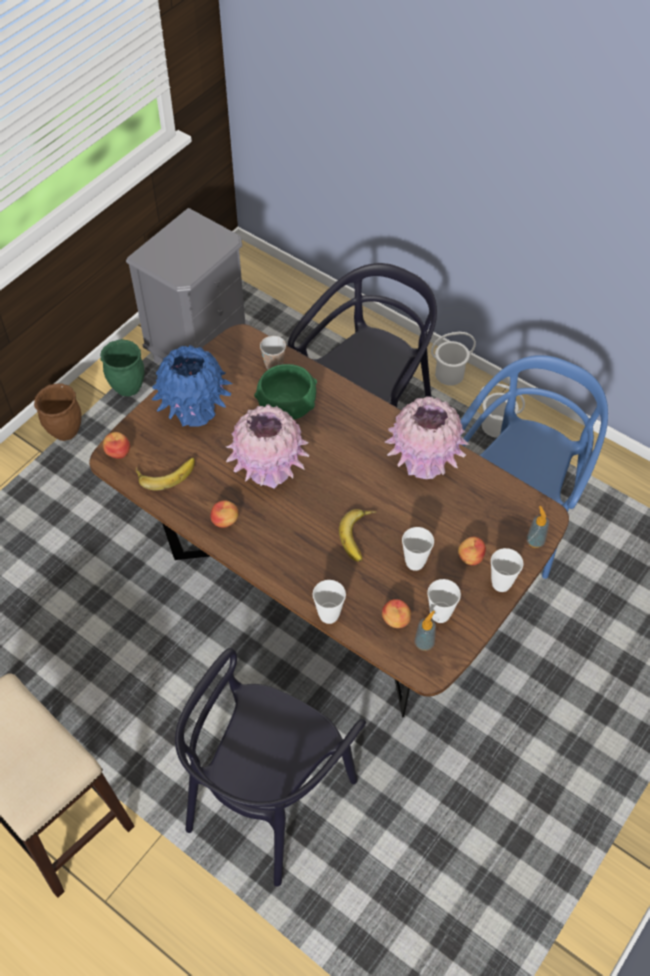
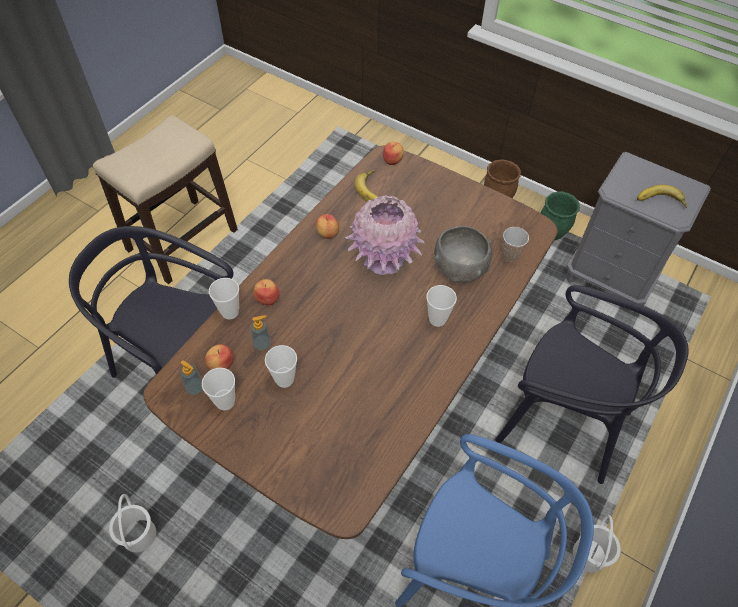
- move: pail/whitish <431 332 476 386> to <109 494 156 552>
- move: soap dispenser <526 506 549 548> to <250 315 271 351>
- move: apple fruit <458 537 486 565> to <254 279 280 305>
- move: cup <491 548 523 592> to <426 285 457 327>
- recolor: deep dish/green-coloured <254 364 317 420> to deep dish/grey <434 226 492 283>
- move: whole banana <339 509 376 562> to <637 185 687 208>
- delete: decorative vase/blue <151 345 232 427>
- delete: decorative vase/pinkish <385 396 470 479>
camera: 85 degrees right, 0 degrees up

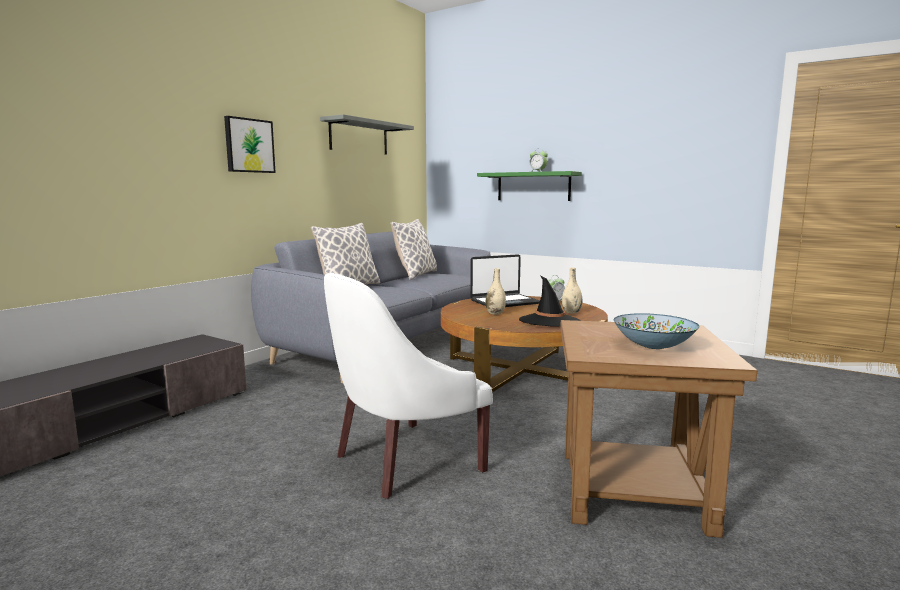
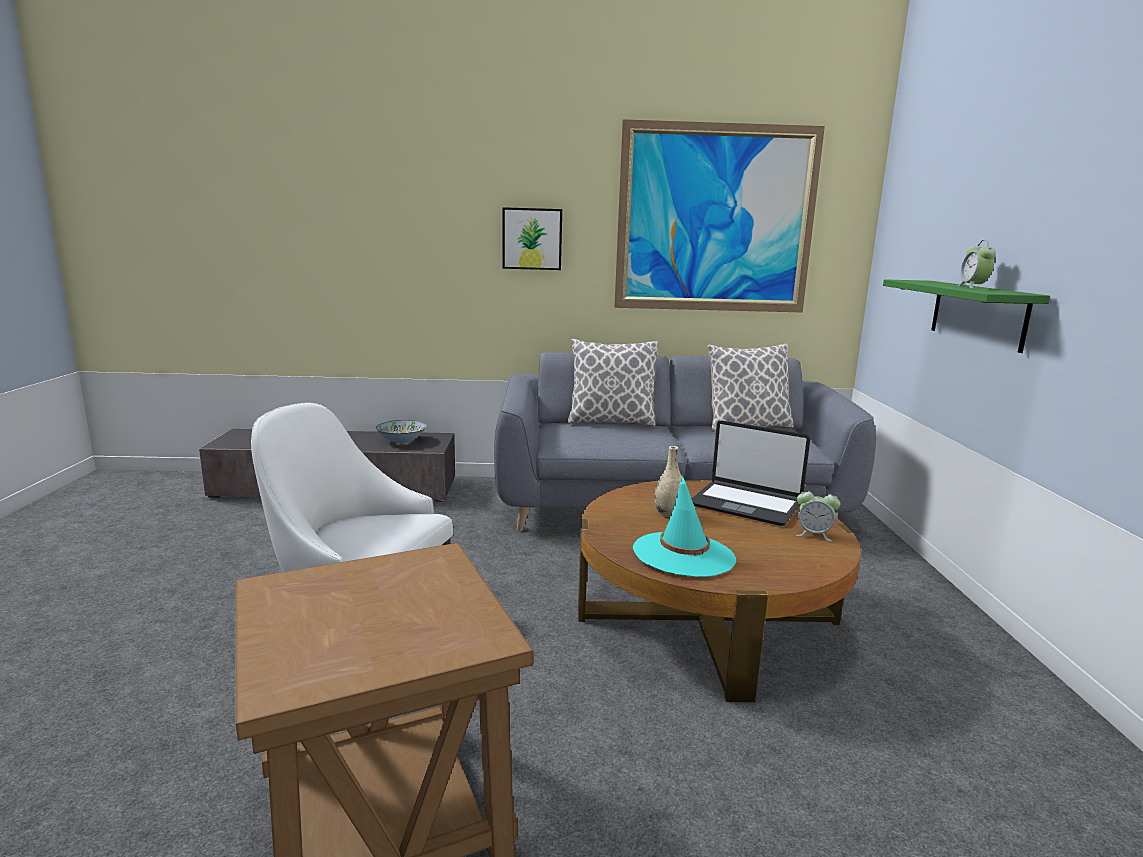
- move: deep dish <613 313 699 349> to <376 420 427 443>
- replace: wall shelf/grey <320 114 414 155> to picture <614 119 825 313>
- recolor: wearable hat/black-coloured <519 275 581 327> to wearable hat/blue-green <633 476 736 577>
- delete: decorative vase/beige-coloured <562 268 582 313>
camera: 55 degrees right, 5 degrees up

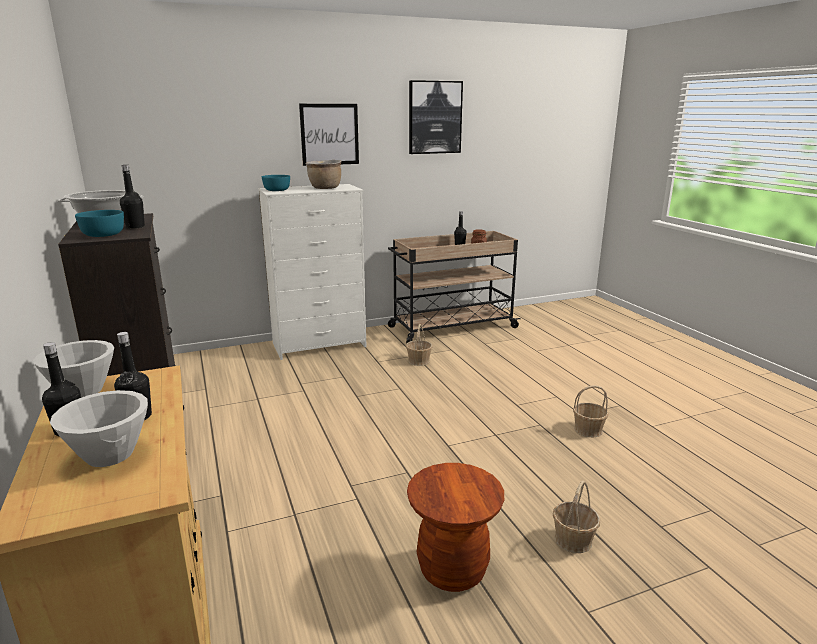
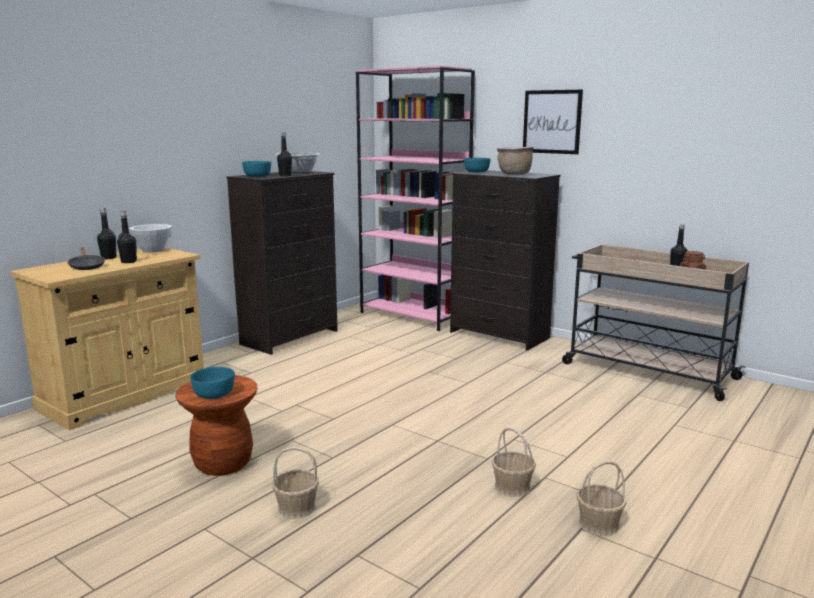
- replace: deep dish/whitish <50 390 148 467> to frying pan/black-coloured <67 247 105 270>
- insert: deep dish/blue-green <190 367 235 399>
- insert: shelving unit/pinkish <356 66 475 331>
- recolor: drawer chest/whitish <258 184 367 360> to drawer chest/black-coloured <450 170 560 351>
- move: household basket <406 324 433 366> to <576 461 626 536>
- delete: picture <409 80 463 154>
camera: 60 degrees right, 5 degrees down

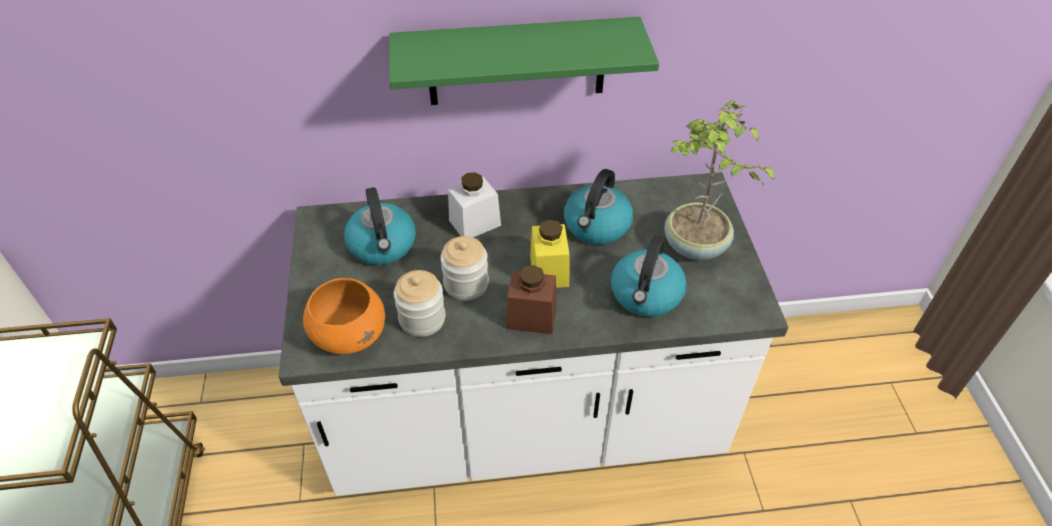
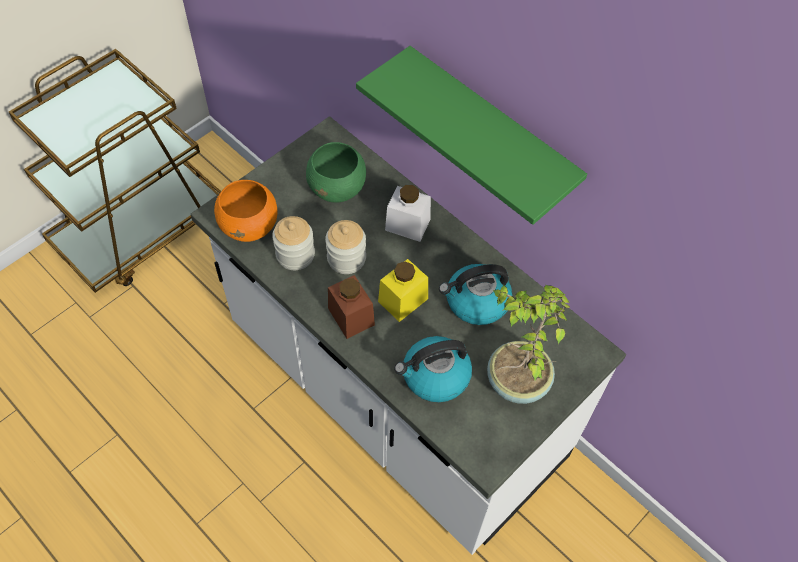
- replace: water kettle <344 187 416 265> to deep dish/green-coloured <306 142 366 202>
camera: 50 degrees right, 10 degrees up

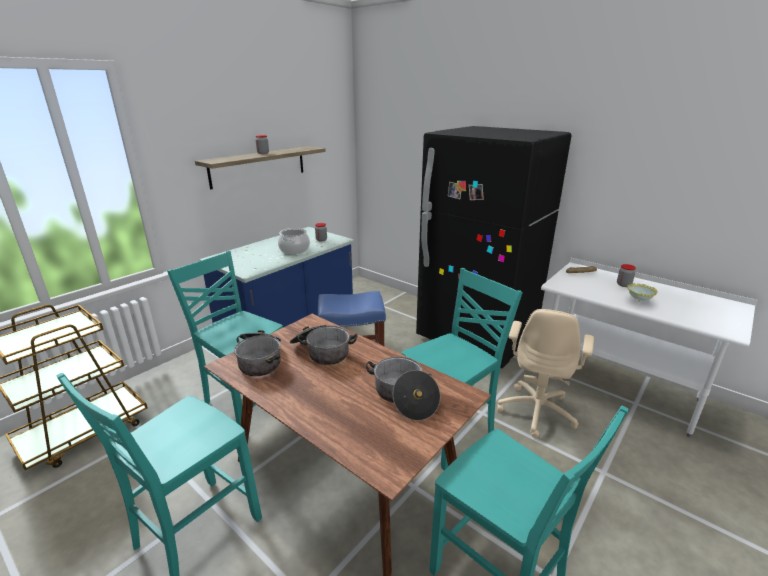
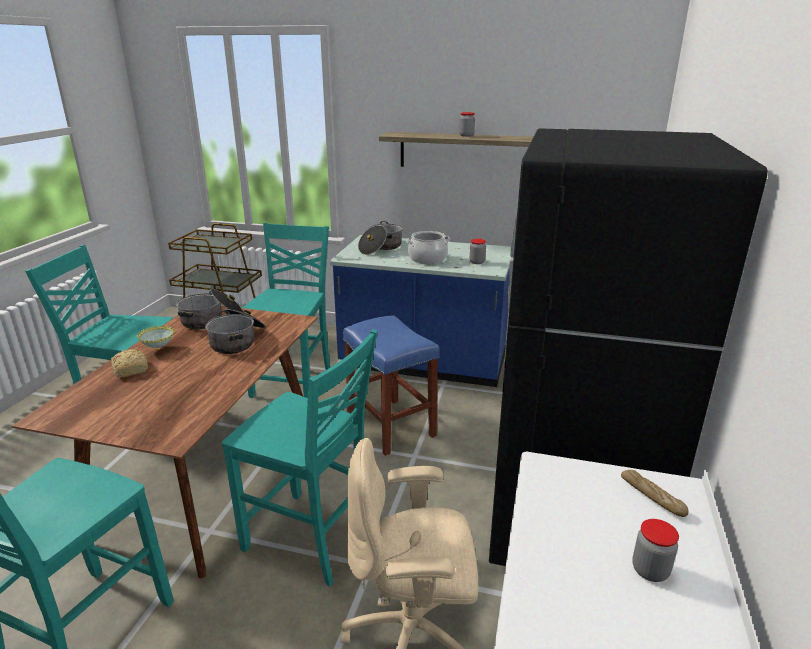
- insert: baked bread <111 349 148 378>
- move: deep dish <628 283 658 302> to <137 325 174 350>
- move: stockpot <366 356 440 421> to <358 221 403 255>
camera: 65 degrees right, 0 degrees up

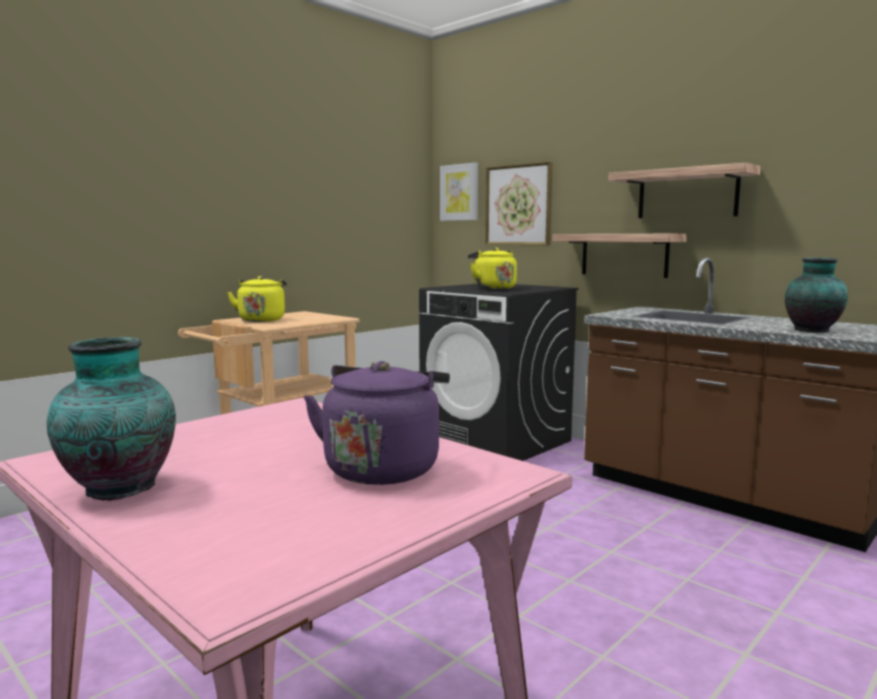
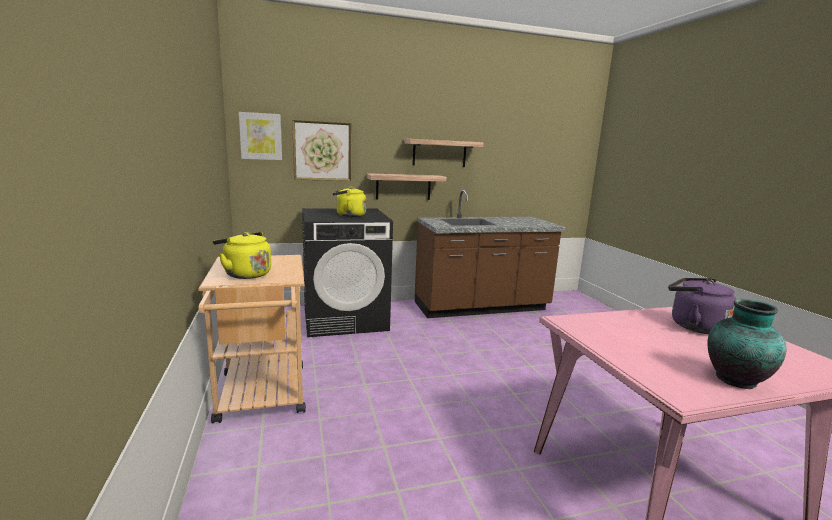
- delete: decorative vase <785 258 848 333>
camera: 60 degrees left, 5 degrees up

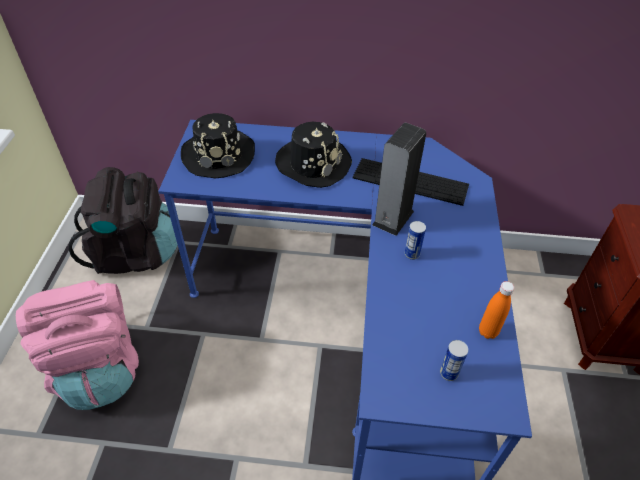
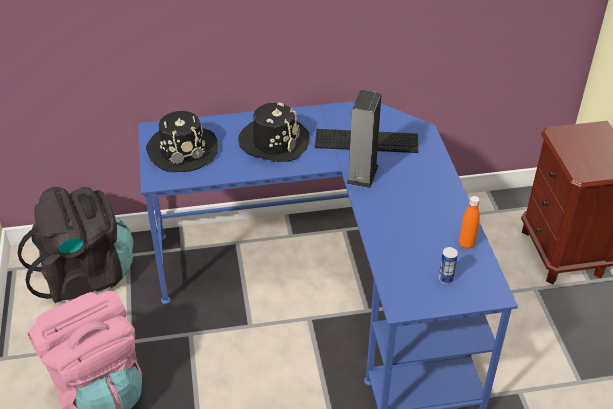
- delete: can <405 221 426 260>
camera: 15 degrees left, 5 degrees down

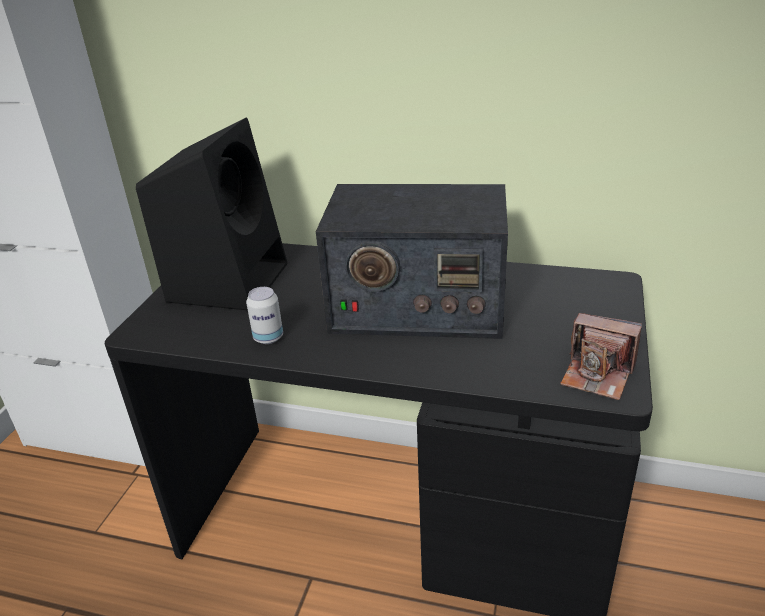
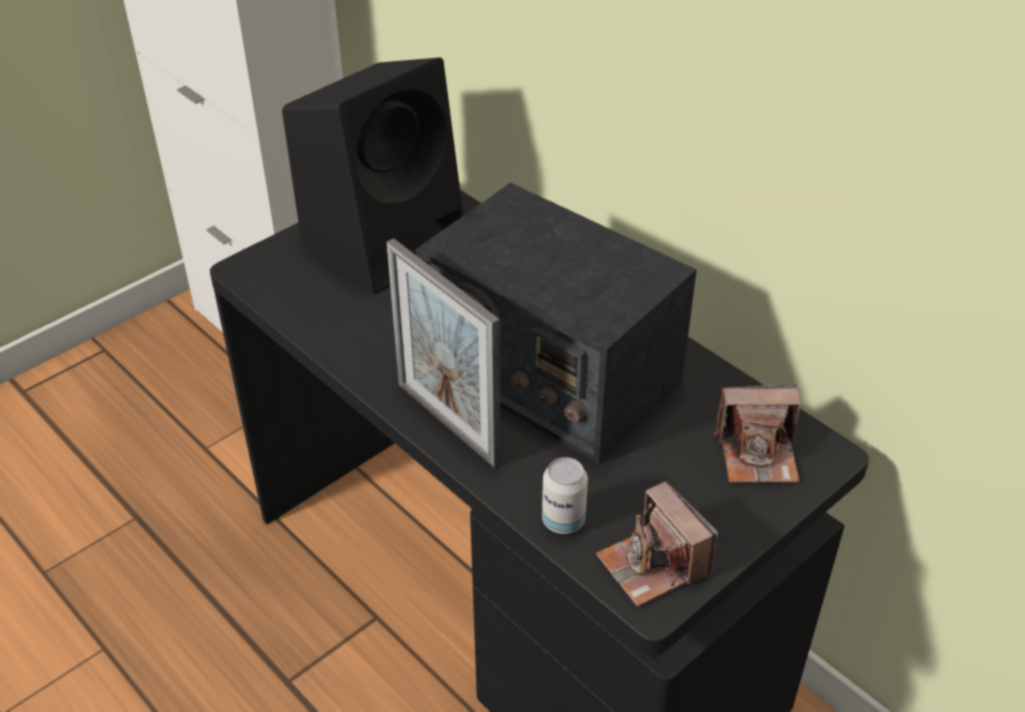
- insert: standing frame <386 238 501 468>
- move: can <246 287 283 344> to <542 457 588 534>
- insert: photo camera <714 384 801 483>
camera: 30 degrees right, 10 degrees up

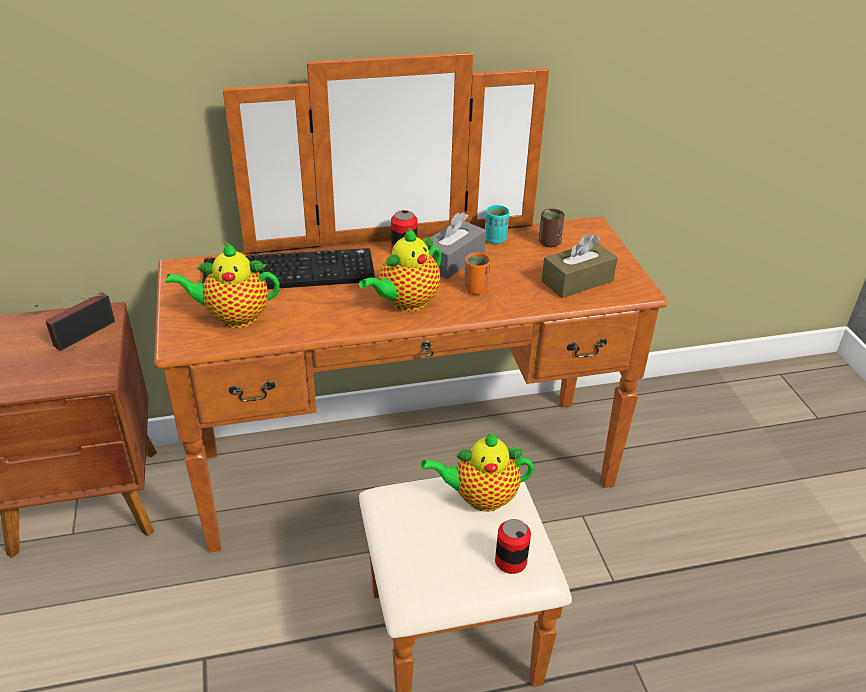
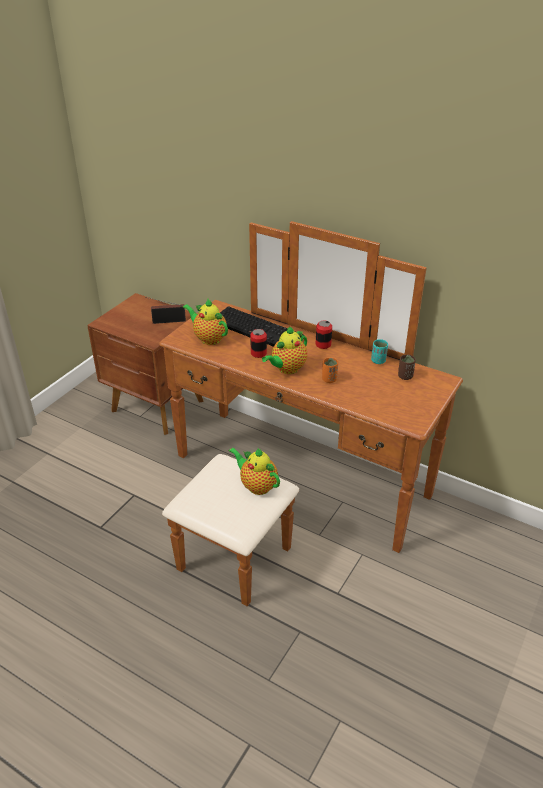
- move: can <495 519 531 574> to <250 329 267 358>
- rotate: pot for tea <359 228 442 312> = <262 326 307 374> 45 degrees counterclockwise
- delete: box of tissues/grey <429 212 486 279>
- delete: box of tissues/brown-coloured <541 234 618 298>
camera: 45 degrees right, 0 degrees up

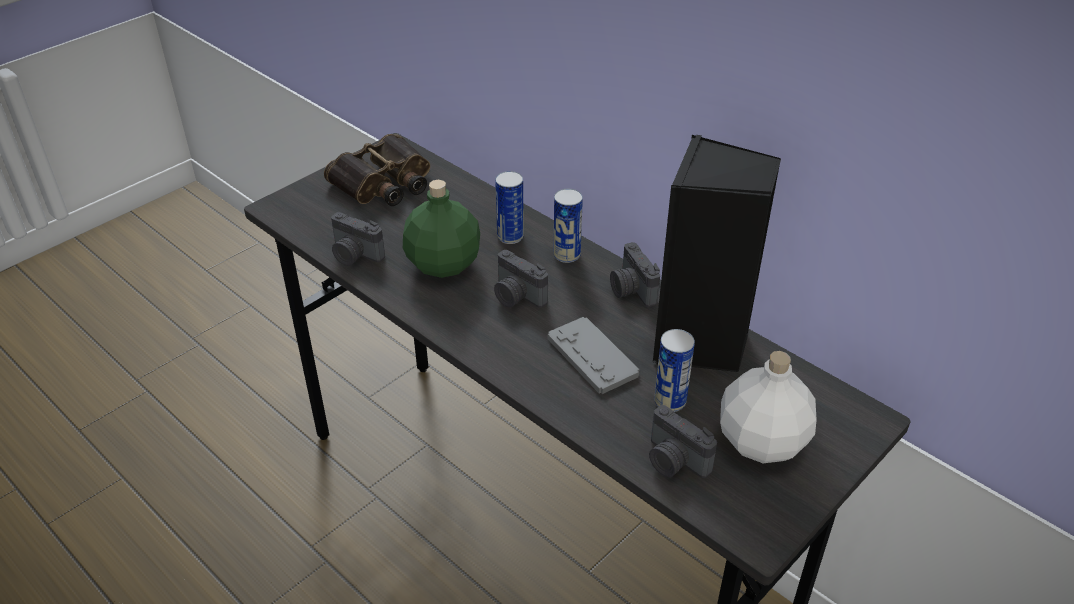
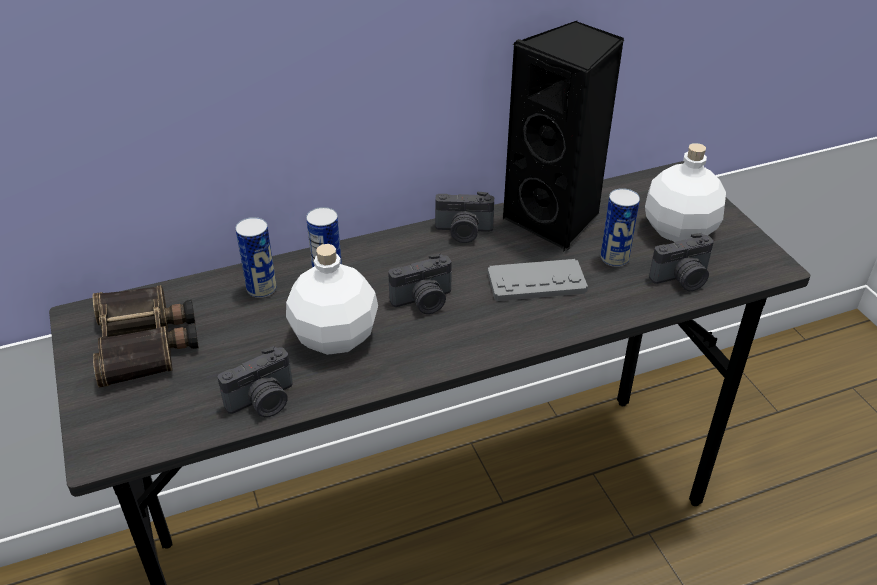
- move: can <553 189 583 263> to <235 217 277 298>
- recolor: beverage bottle/green-coloured <403 180 480 278> to beverage bottle/whitish <286 244 378 355>
camera: 65 degrees left, 0 degrees up

